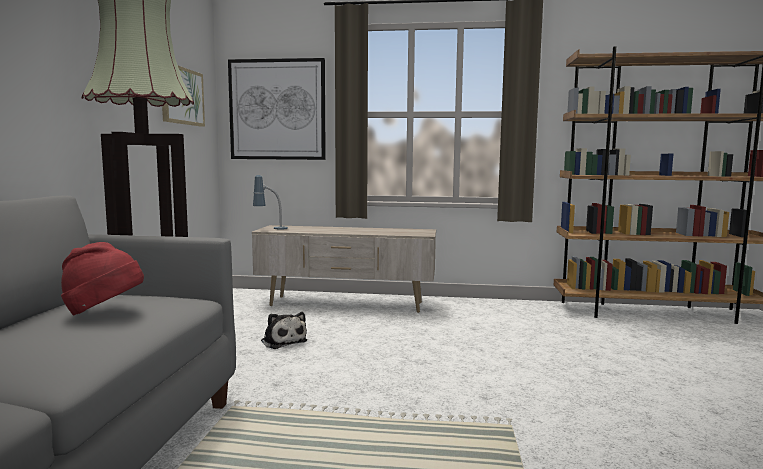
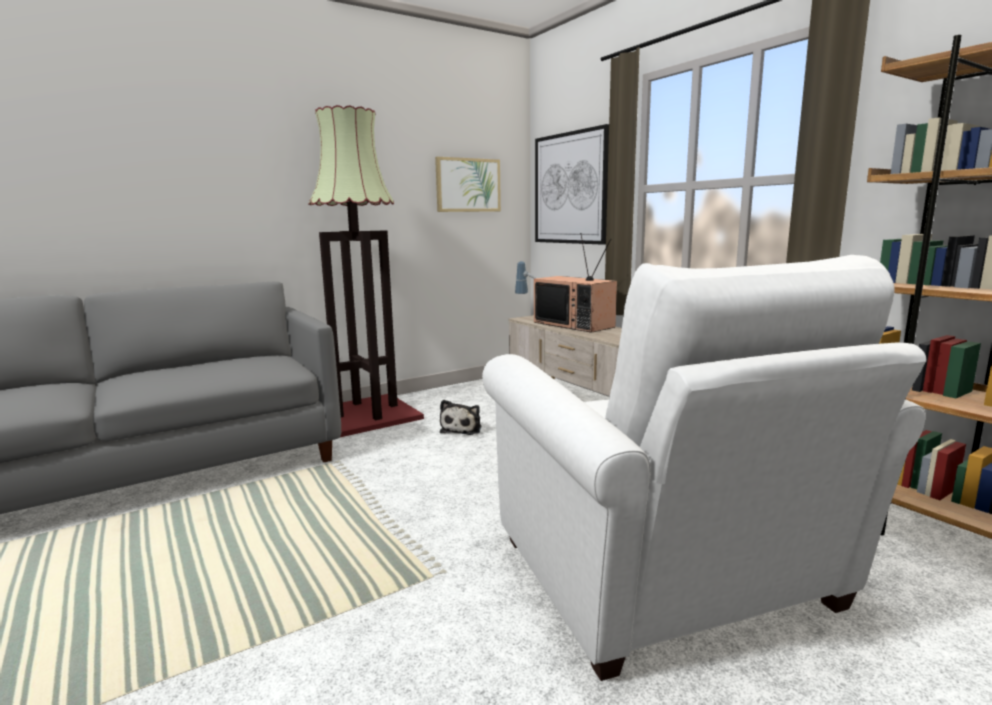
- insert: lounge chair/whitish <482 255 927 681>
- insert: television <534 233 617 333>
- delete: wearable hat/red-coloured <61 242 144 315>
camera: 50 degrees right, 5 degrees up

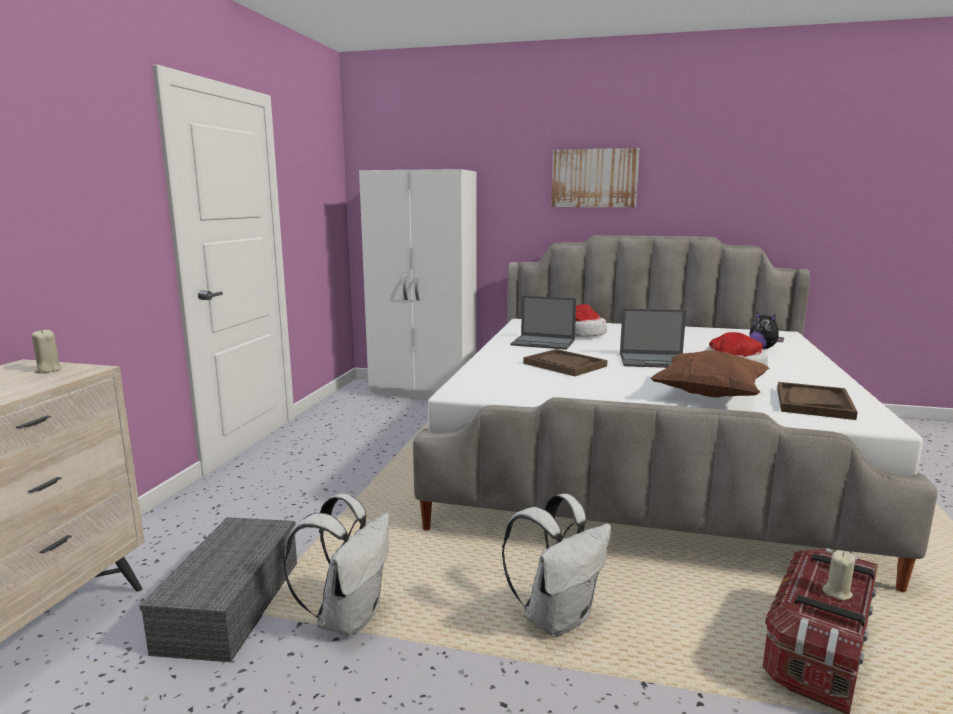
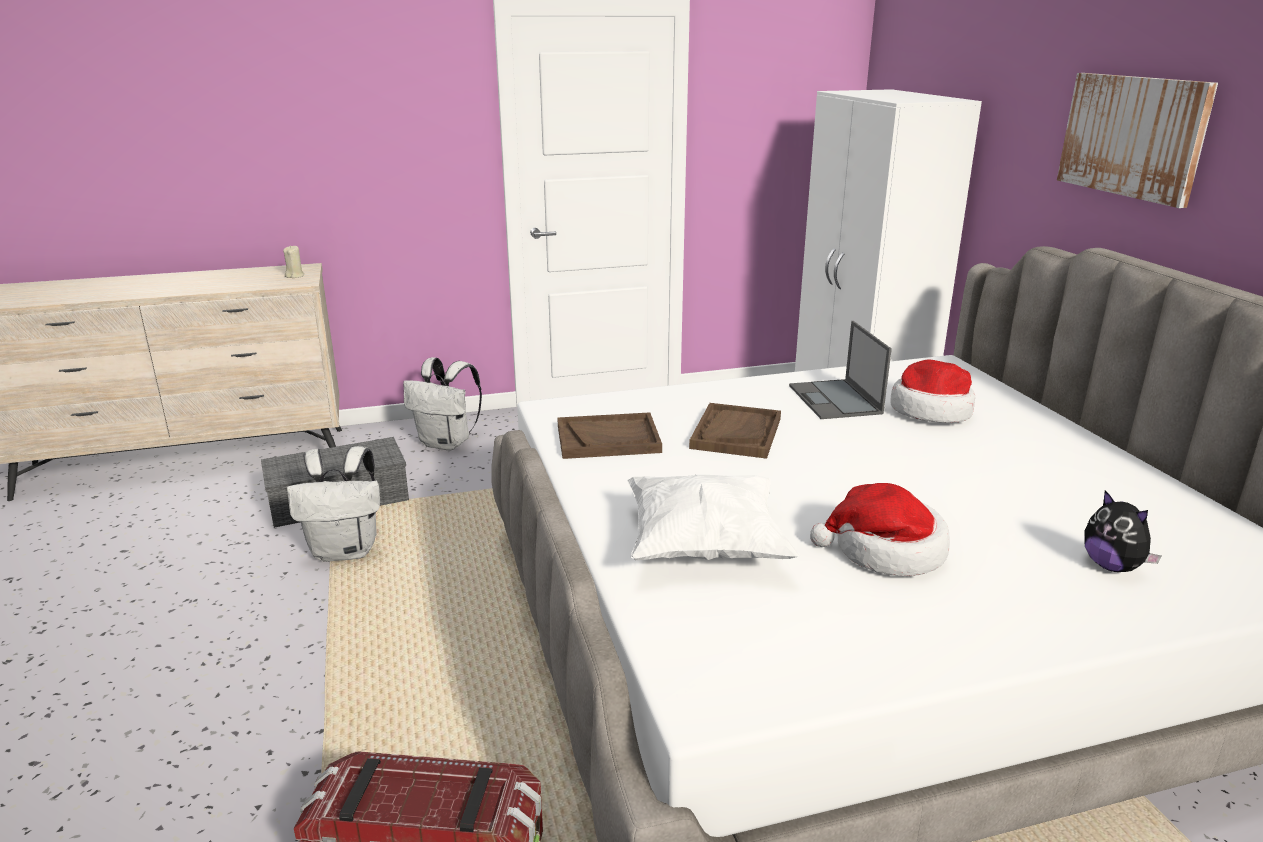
- move: knapsack/whitish <502 494 611 637> to <403 357 482 451>
- move: serving tray/brown-coloured <777 382 857 420> to <557 412 662 459>
- recolor: throw pillow/brown-coloured <651 350 769 397> to throw pillow/whitish <627 475 800 560>
- rotate: cuddly toy <750 312 784 349> = <1084 490 1162 572> 60 degrees counterclockwise
- delete: portable computer <620 308 686 368>
- delete: candle/beige-coloured <823 550 855 600>
camera: 60 degrees right, 10 degrees up

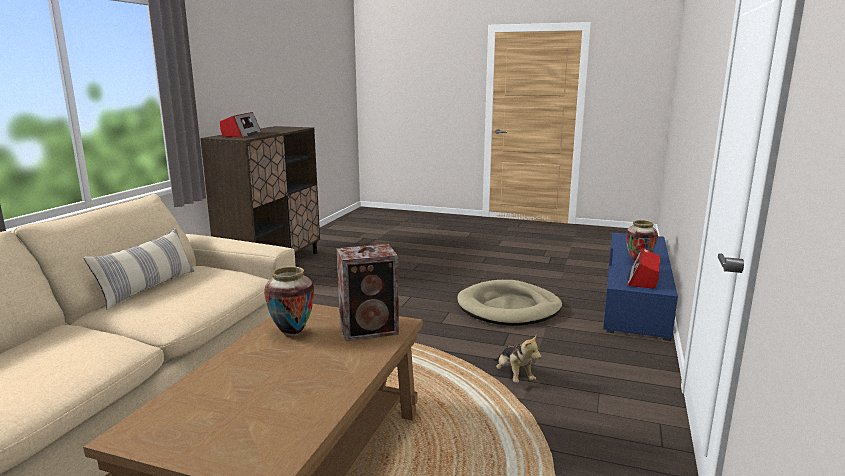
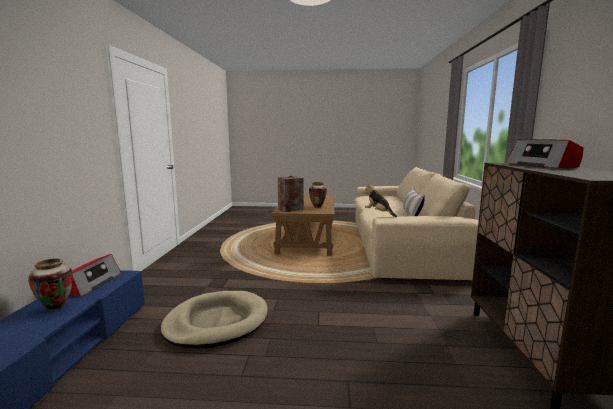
- move: cuddly toy <493 336 541 383> to <363 183 397 217>
camera: 165 degrees right, 5 degrees down

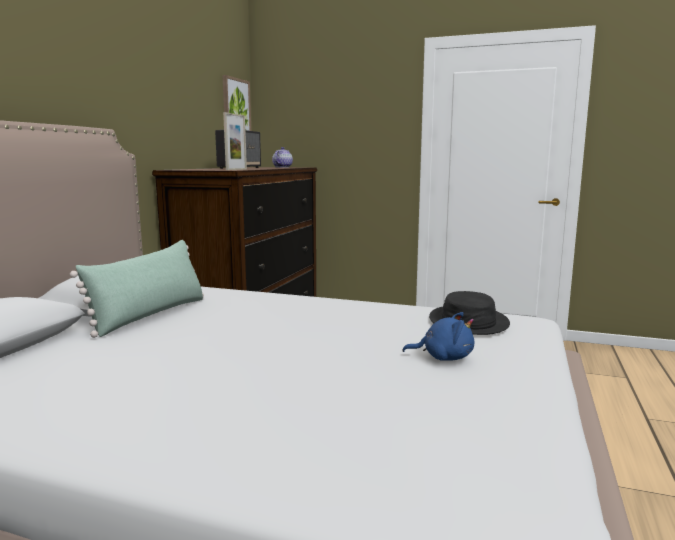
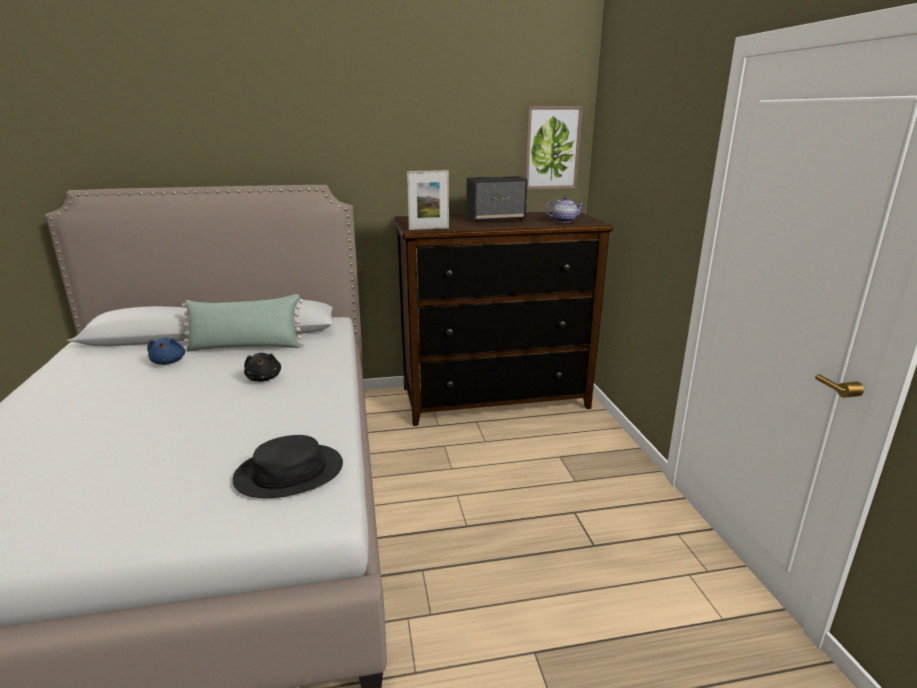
- move: cuddly toy/blue <402 312 474 361> to <147 338 185 365>
- insert: cuddly toy/black-coloured <244 353 281 382>
camera: 60 degrees right, 10 degrees up

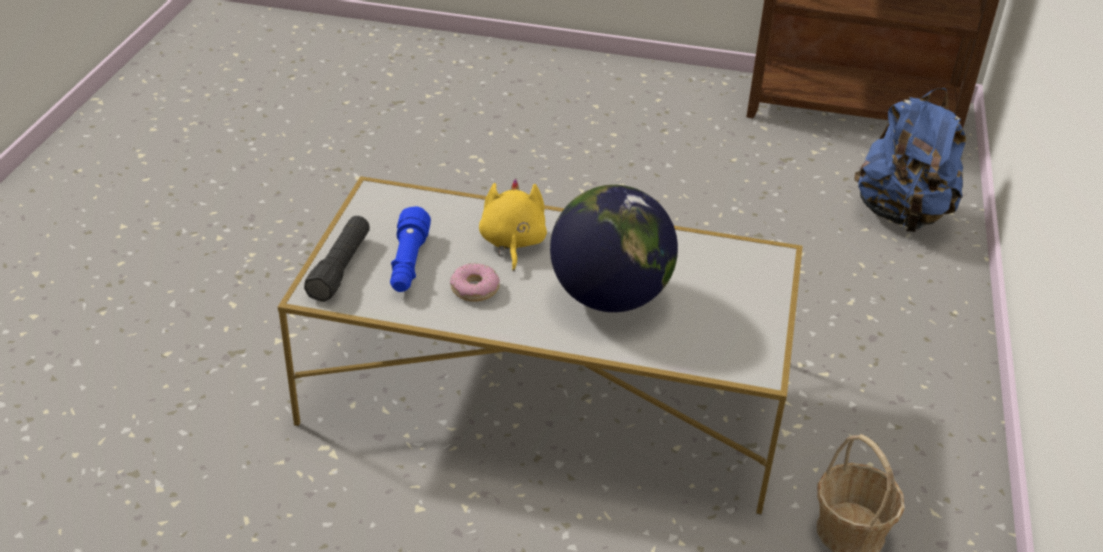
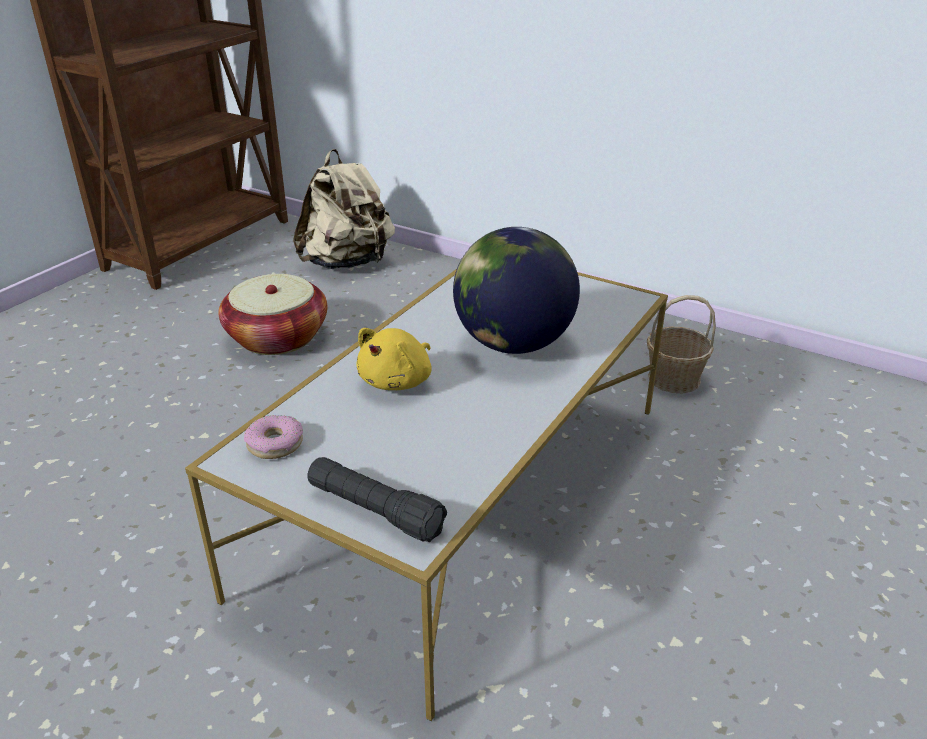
- insert: household basket <218 274 327 355>
- move: doughnut <450 263 500 302> to <244 415 303 459>
- recolor: knapsack/blue <854 88 966 232> to knapsack/beige-coloured <293 149 395 269>
- rotate: cuddly toy/yellowish <479 179 547 271> = <357 328 432 390> 75 degrees counterclockwise
- delete: flashlight/blue <390 206 431 292>
camera: 70 degrees left, 5 degrees down

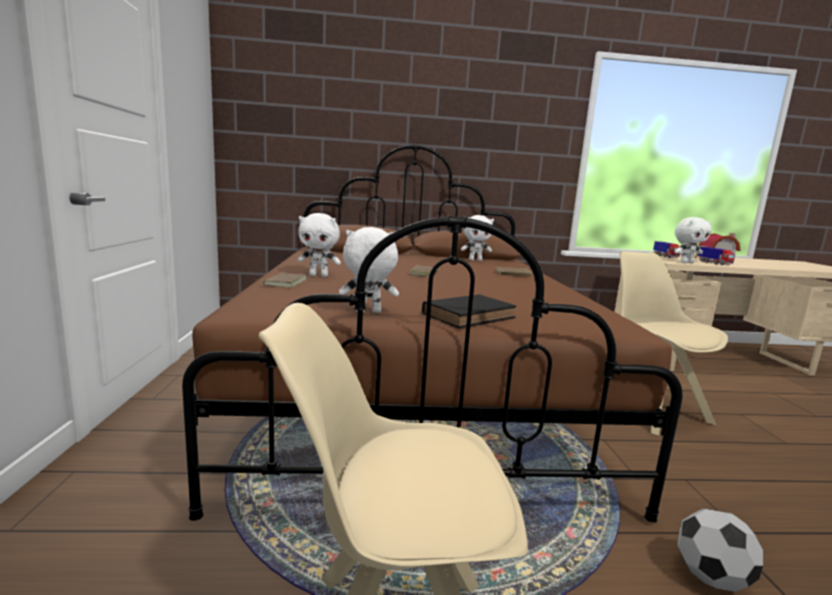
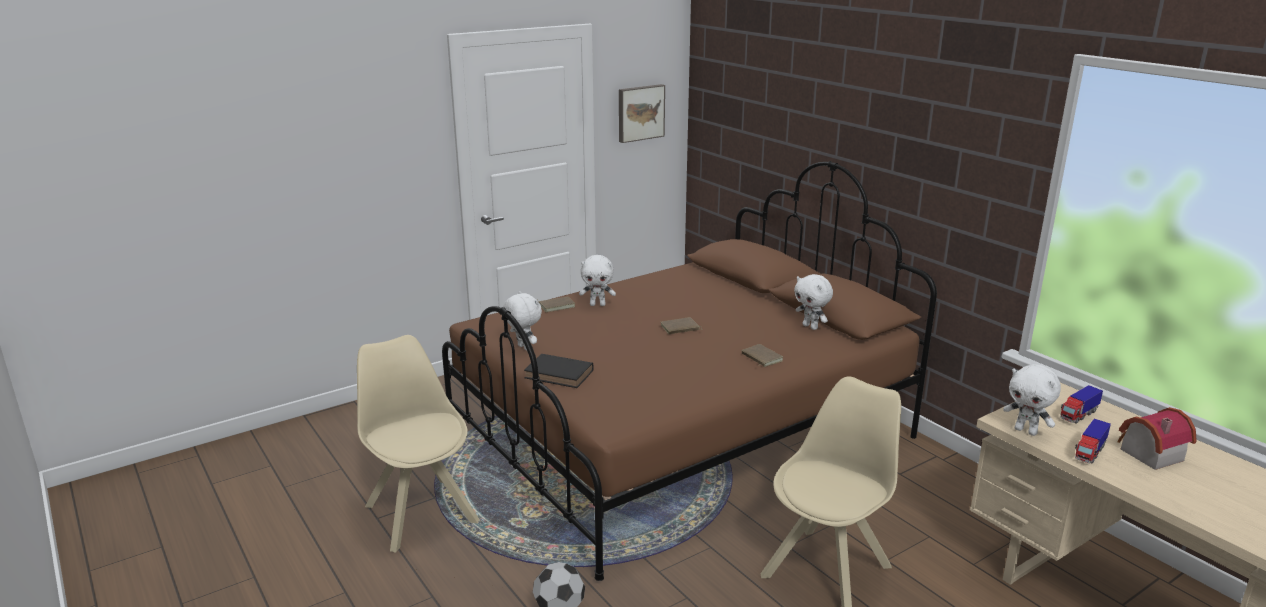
- rotate: cuddly toy/whitish <297 213 341 277> = <579 255 616 306> 60 degrees counterclockwise
- insert: picture <619 84 665 143>
camera: 60 degrees right, 10 degrees up

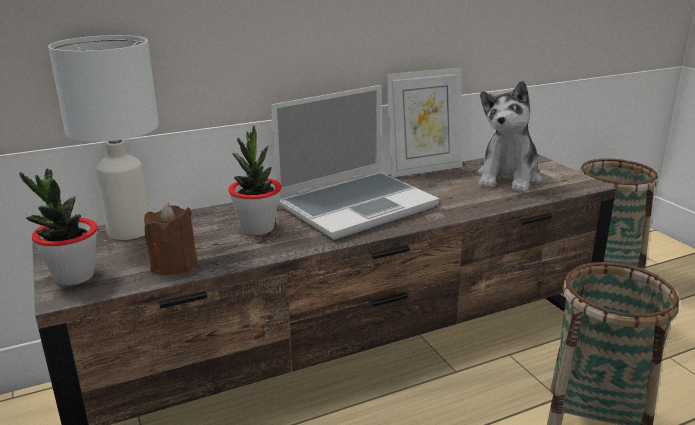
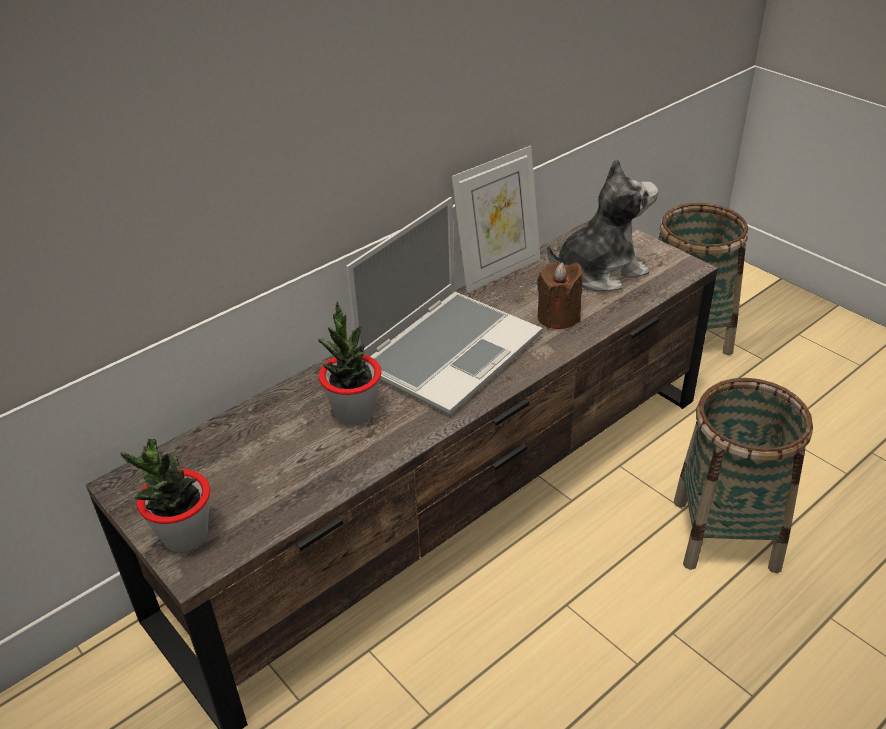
- move: candle/brown-coloured <144 203 197 275> to <537 262 582 329>
- rotate: cuddly toy <477 81 542 193> = <547 158 658 291> 120 degrees counterclockwise
- delete: lamp for a table/whitish <48 35 159 240>
camera: 15 degrees left, 15 degrees up

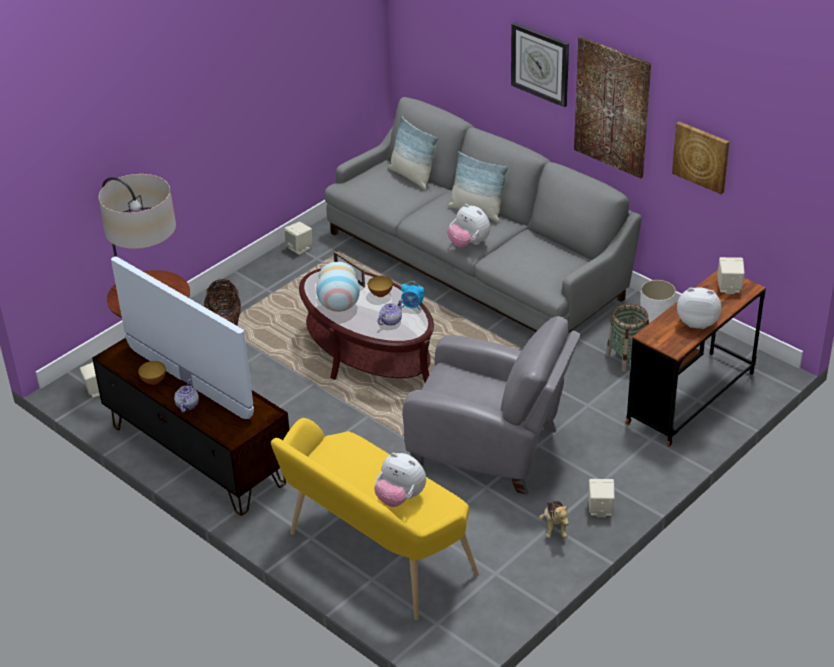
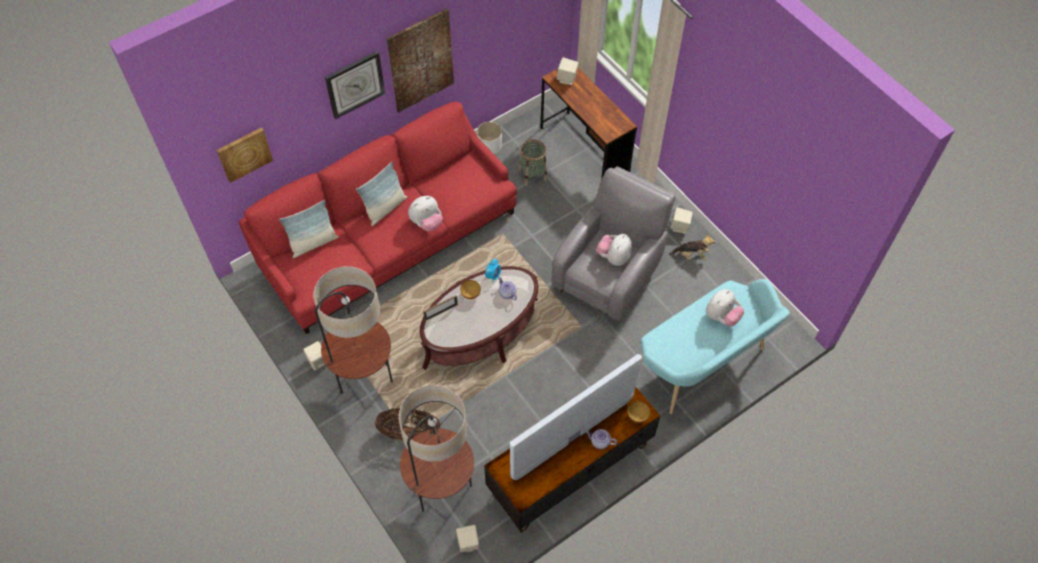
- move: picture <672 121 729 194> to <217 127 273 183>
- recolor: couch/grey <325 97 642 334> to couch/red-coloured <239 102 517 334>
- insert: standing lamp <313 266 393 394>
- move: cuddly toy <677 287 721 329> to <596 234 632 266>
- move: deep dish <138 361 166 385> to <628 401 650 423>
- recolor: bench/yellowish <271 418 479 620> to bench/blue-green <641 279 790 414>
- delete: decorative vase <316 262 360 312>
camera: 80 degrees left, 20 degrees up

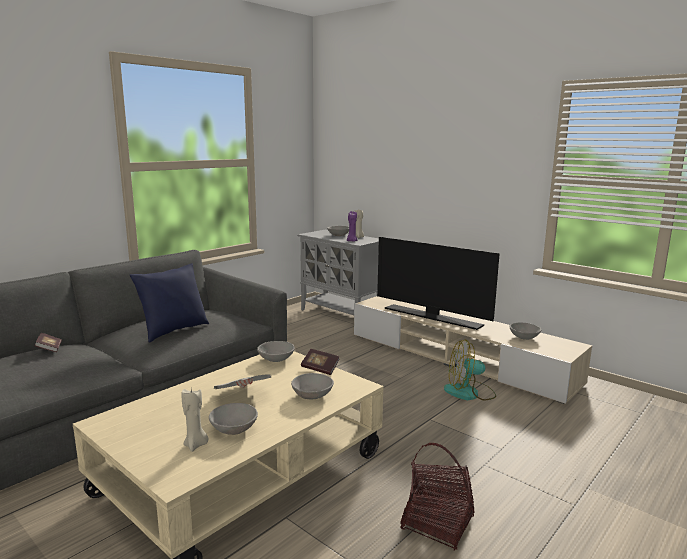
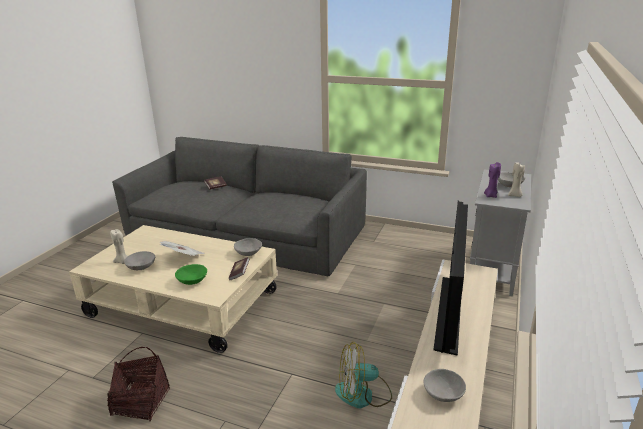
- recolor: deep dish/grey <291 373 334 399> to deep dish/green-coloured <175 264 207 285>
- rotate: fan <444 339 496 401> = <335 342 392 409> 75 degrees counterclockwise
- delete: throw pillow/blue <130 263 209 342>
camera: 70 degrees right, 10 degrees up

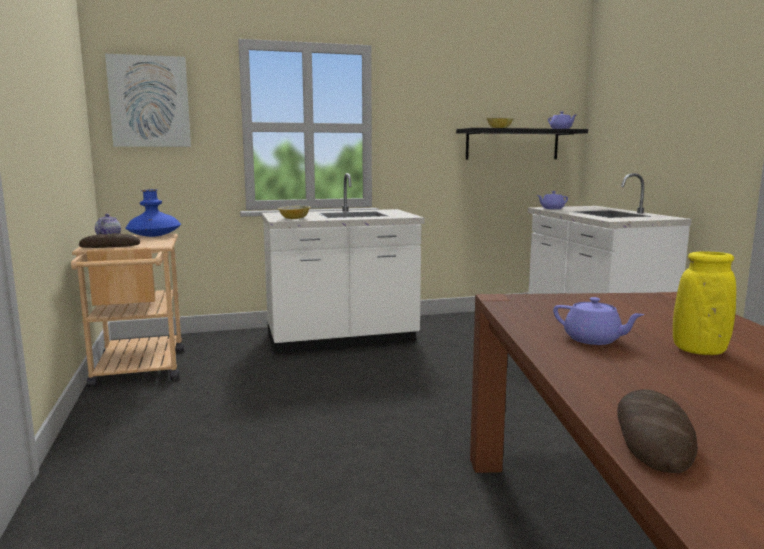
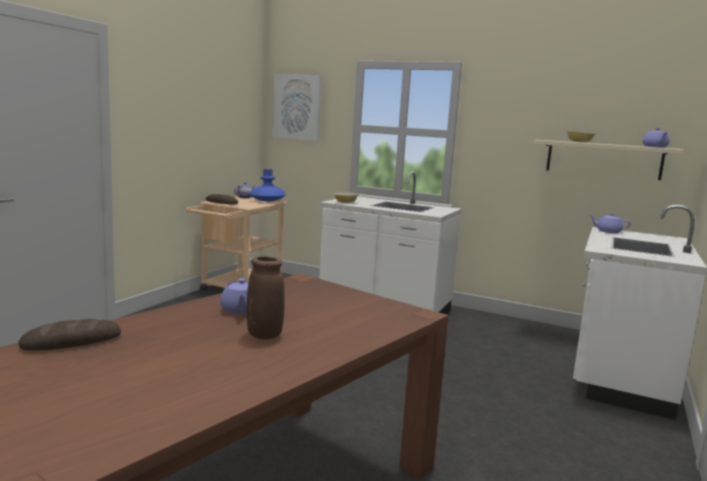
- recolor: decorative vase/yellowish <673 251 736 355> to decorative vase/brown-coloured <247 256 285 339>
- recolor: wall shelf/black-coloured <456 128 588 160> to wall shelf/beige-coloured <533 140 684 180>
camera: 40 degrees right, 0 degrees up

